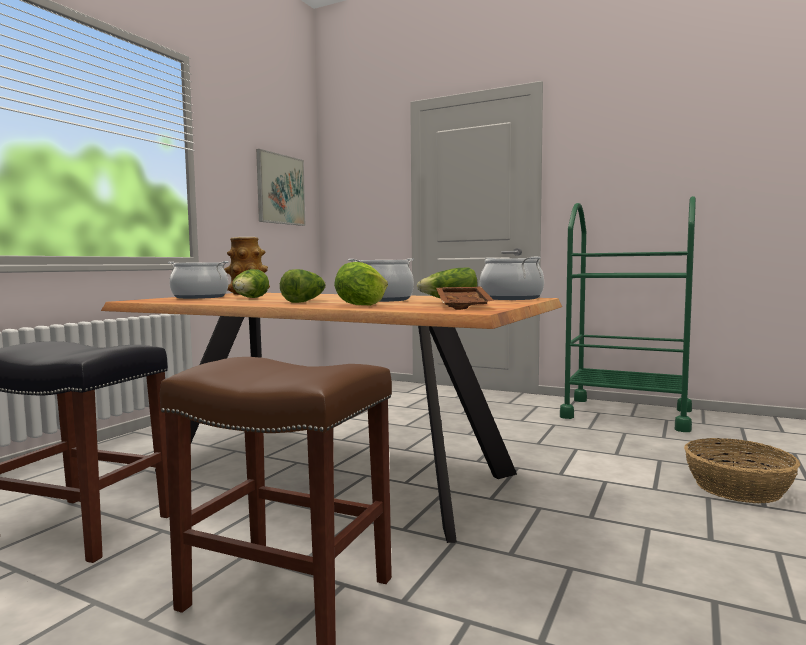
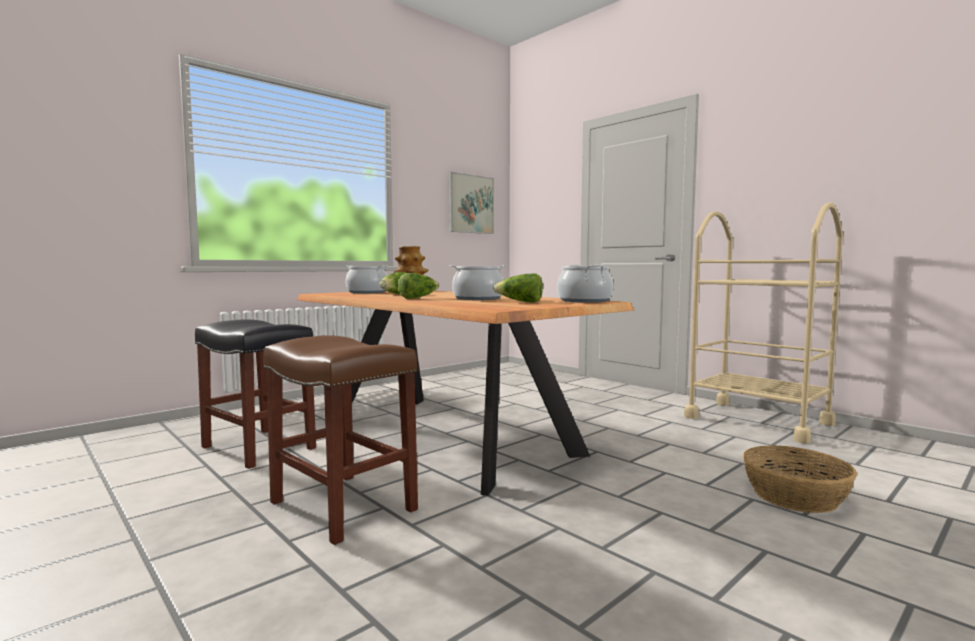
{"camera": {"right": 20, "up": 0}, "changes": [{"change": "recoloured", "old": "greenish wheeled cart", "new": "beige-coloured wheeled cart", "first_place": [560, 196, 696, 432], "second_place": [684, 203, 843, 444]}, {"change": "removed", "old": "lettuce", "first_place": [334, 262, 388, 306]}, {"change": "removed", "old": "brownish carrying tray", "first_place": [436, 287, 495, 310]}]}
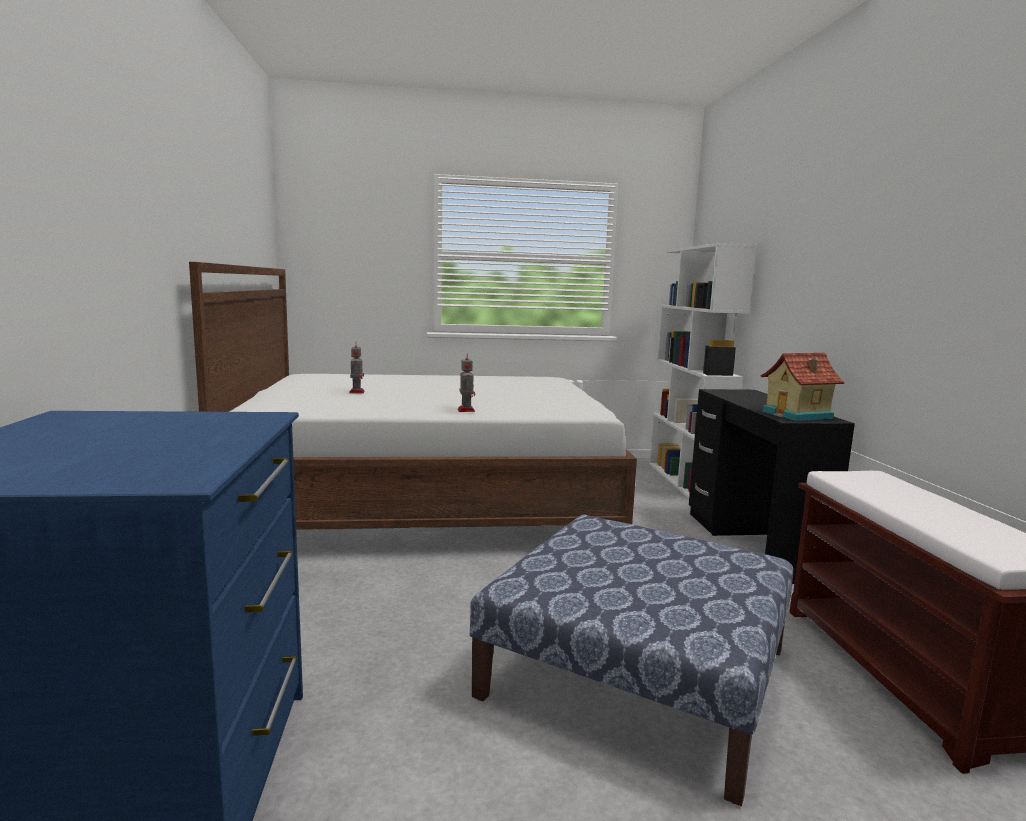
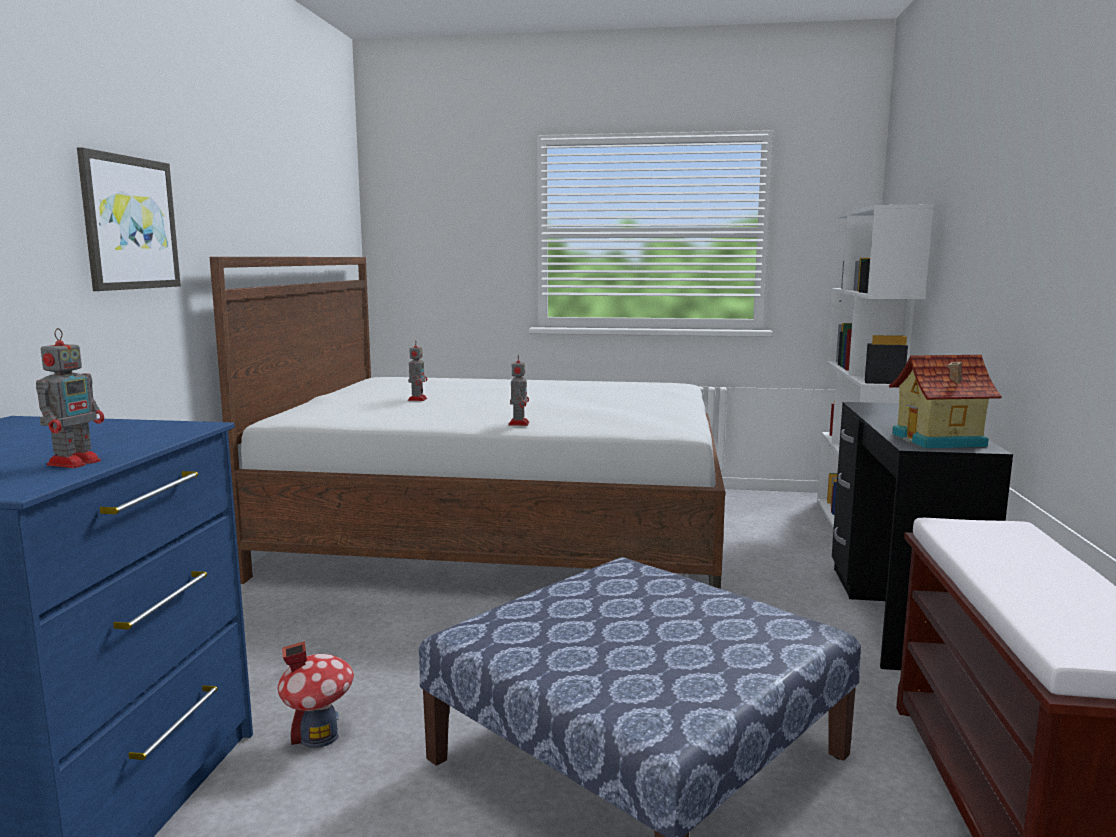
{"camera": {"right": 15, "up": 0}, "changes": [{"change": "added", "new": "model robot", "second_place": [36, 328, 104, 468]}, {"change": "added", "new": "wall picture", "second_place": [77, 147, 181, 291]}, {"change": "added", "new": "toy house", "second_place": [277, 641, 354, 748]}]}
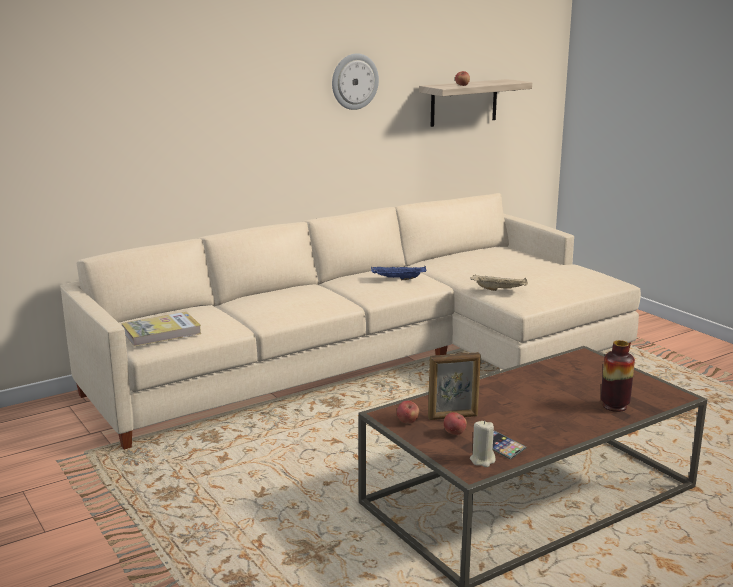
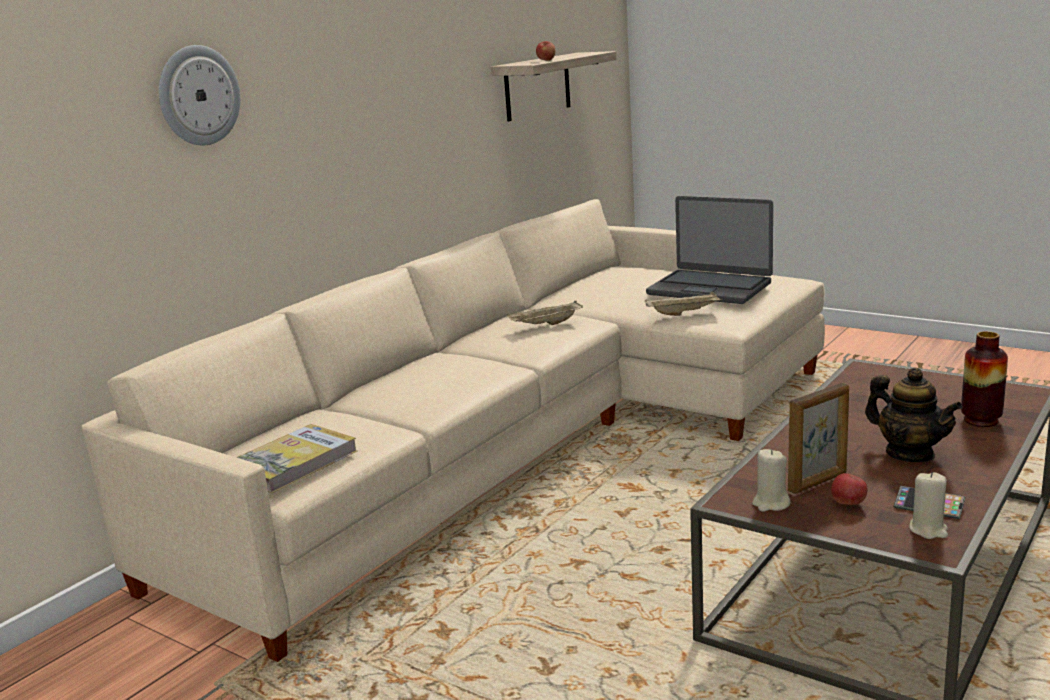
{"camera": {"right": -20, "up": 0}, "changes": [{"change": "moved", "old": "wall clock", "first_place": [332, 53, 379, 110], "second_place": [159, 45, 240, 145]}, {"change": "recoloured", "old": "blue carrying tray", "new": "beige-coloured carrying tray", "first_place": [371, 266, 426, 280], "second_place": [507, 300, 583, 325]}, {"change": "added", "new": "portable computer", "second_place": [646, 196, 773, 304]}, {"change": "replaced", "old": "whole apple", "new": "beige-coloured wax light", "first_place": [397, 401, 419, 423], "second_place": [752, 449, 790, 512]}, {"change": "added", "new": "teapot", "second_place": [865, 368, 963, 462]}]}
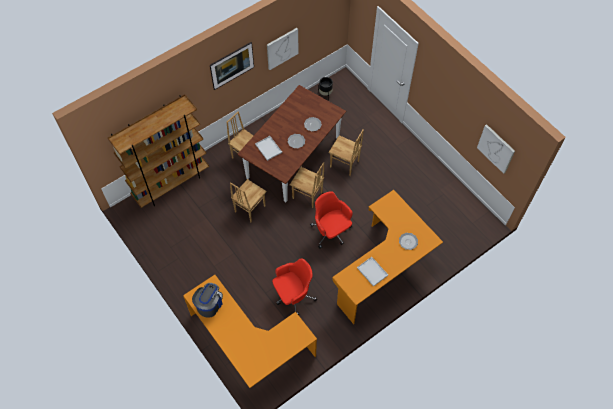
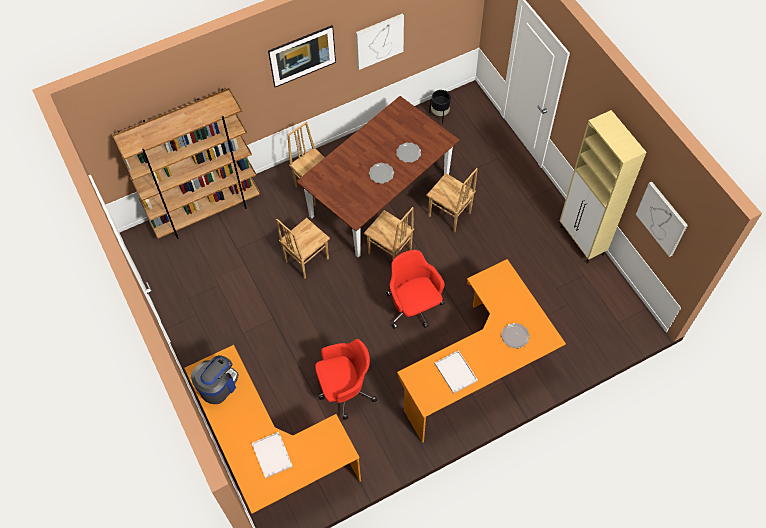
{"camera": {"right": 10, "up": 0}, "changes": [{"change": "moved", "old": "whitish carrying tray", "first_place": [255, 136, 282, 161], "second_place": [252, 432, 293, 478]}, {"change": "added", "new": "beige-coloured cupboard", "second_place": [560, 110, 647, 263]}]}
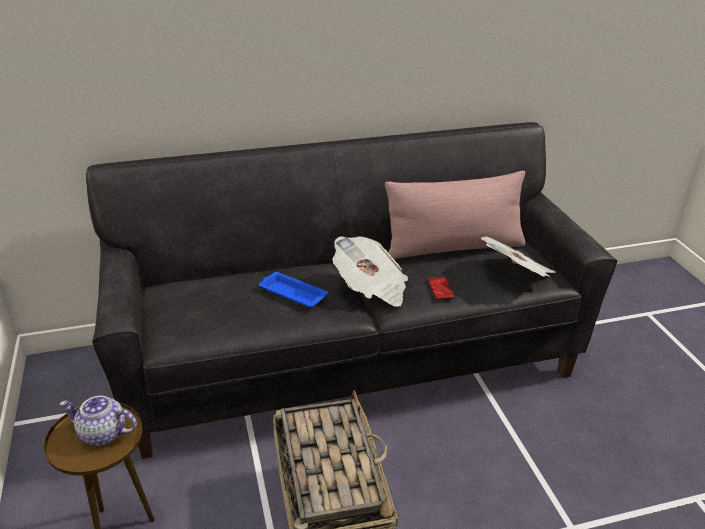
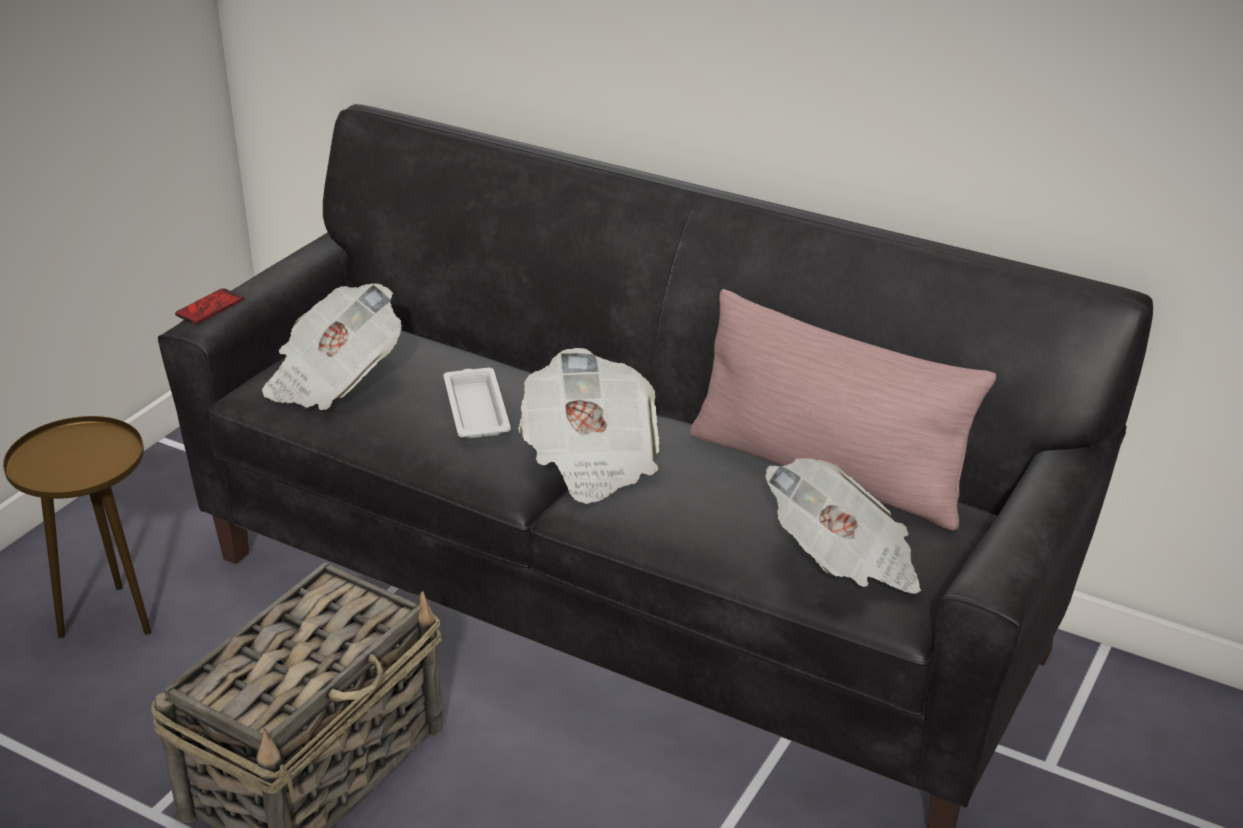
{"camera": {"right": 45, "up": 0}, "changes": [{"change": "moved", "old": "telephone", "first_place": [427, 276, 454, 300], "second_place": [175, 288, 244, 324]}, {"change": "added", "new": "daily paper", "second_place": [262, 283, 402, 410]}, {"change": "recoloured", "old": "blue carrying tray", "new": "whitish carrying tray", "first_place": [259, 272, 328, 307], "second_place": [443, 368, 511, 438]}, {"change": "removed", "old": "teapot", "first_place": [60, 396, 137, 446]}]}
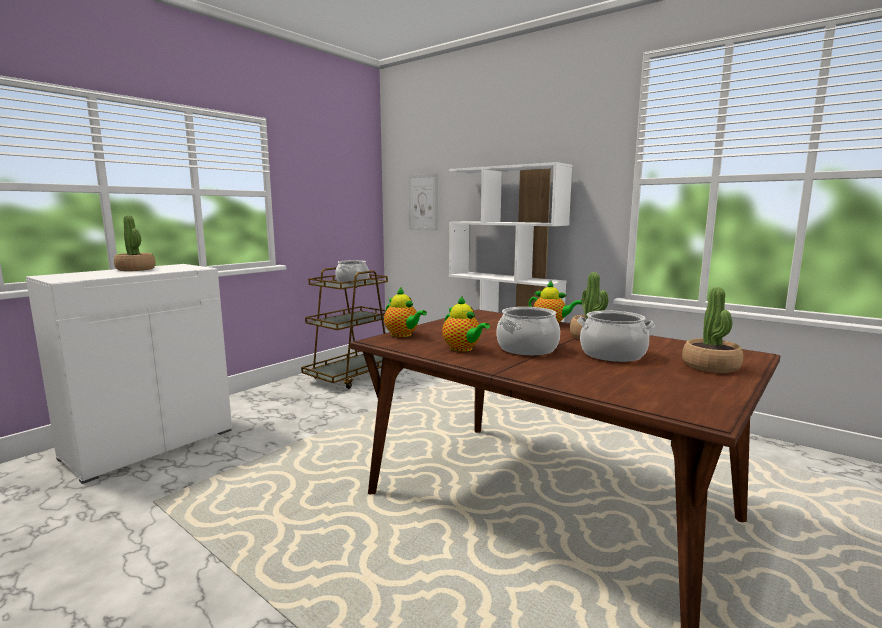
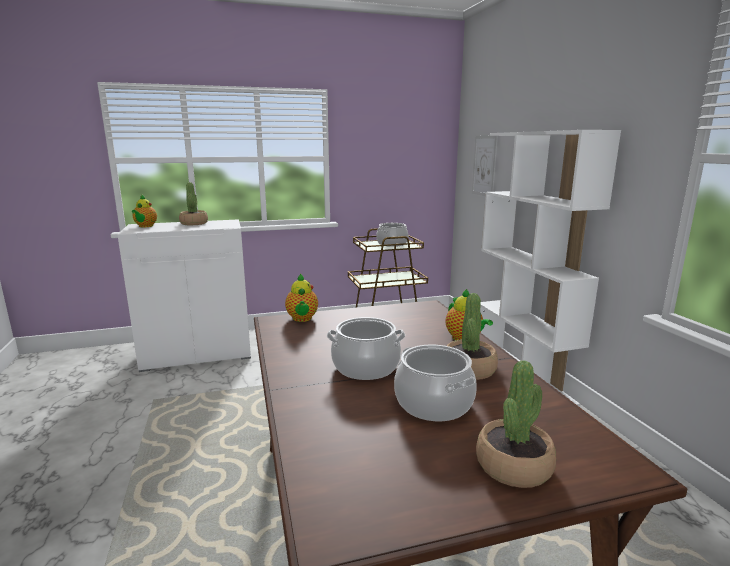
{"camera": {"right": 35, "up": 5}, "changes": [{"change": "moved", "old": "teapot", "first_place": [442, 296, 490, 352], "second_place": [132, 194, 157, 227]}]}
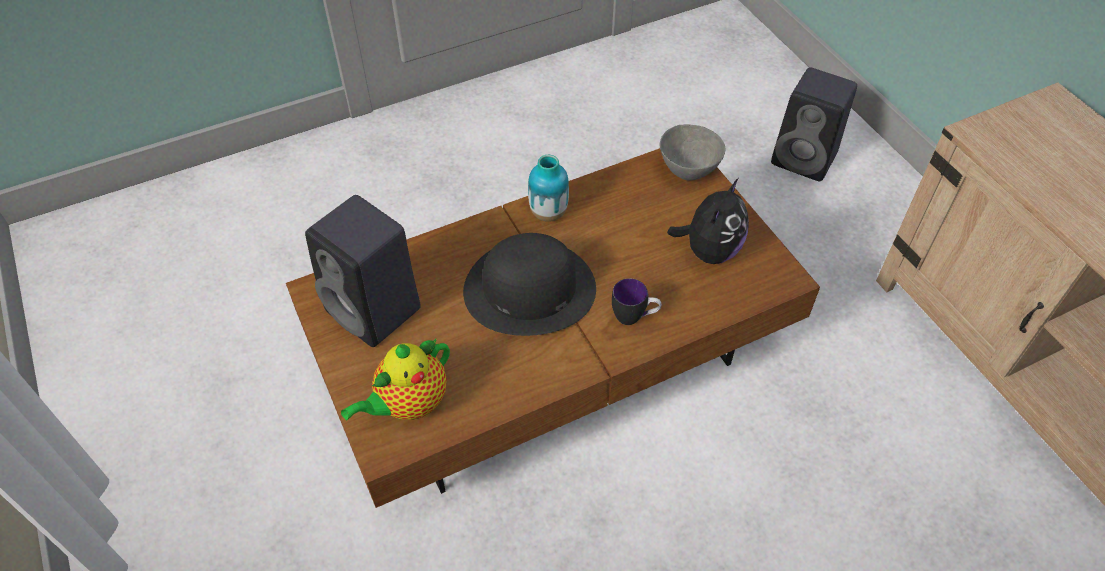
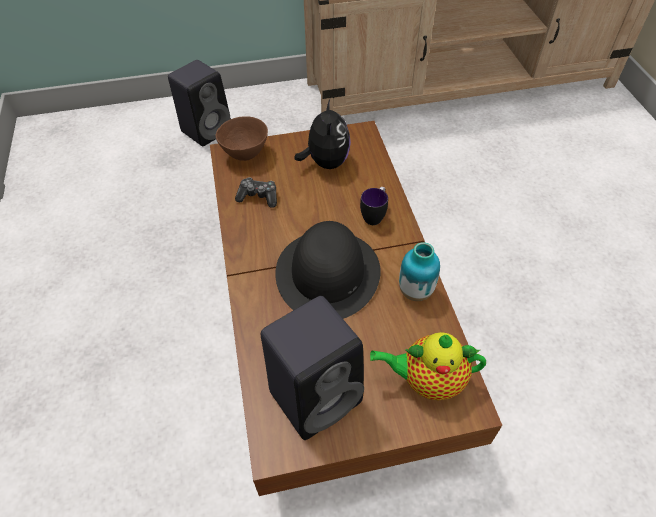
{"camera": {"right": -75, "up": 0}, "changes": [{"change": "recoloured", "old": "gray bowl", "new": "brownish bowl", "first_place": [660, 124, 725, 181], "second_place": [216, 116, 268, 161]}, {"change": "added", "new": "game controller", "second_place": [235, 177, 277, 208]}, {"change": "turned", "old": "plush toy", "first_place": [667, 178, 749, 264], "second_place": [294, 99, 351, 169], "degrees": 45}, {"change": "turned", "old": "teapot", "first_place": [341, 338, 450, 420], "second_place": [370, 332, 486, 400], "degrees": 120}, {"change": "moved", "old": "flower vase", "first_place": [528, 155, 569, 222], "second_place": [399, 242, 440, 301]}]}
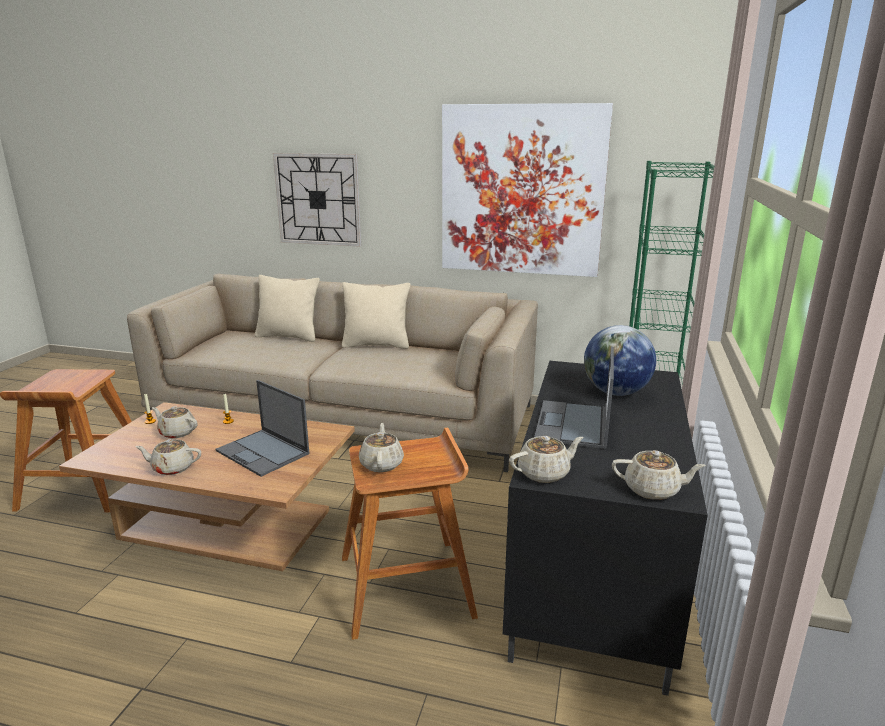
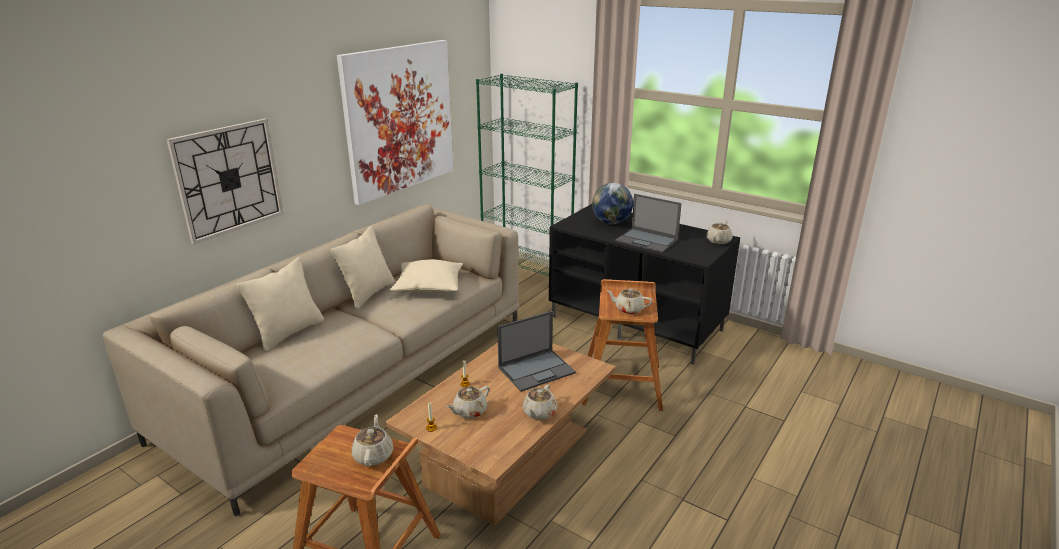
{"camera": {"right": -70, "up": 5}, "changes": [{"change": "moved", "old": "beige-coloured teapot", "first_place": [509, 436, 583, 483], "second_place": [352, 414, 393, 467]}, {"change": "added", "new": "beige-coloured pillow", "second_place": [390, 259, 463, 292]}]}
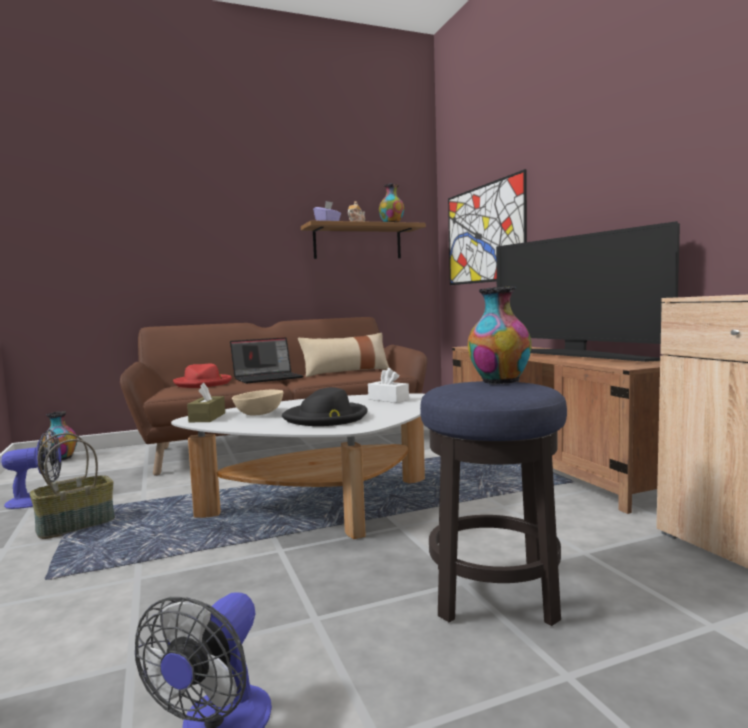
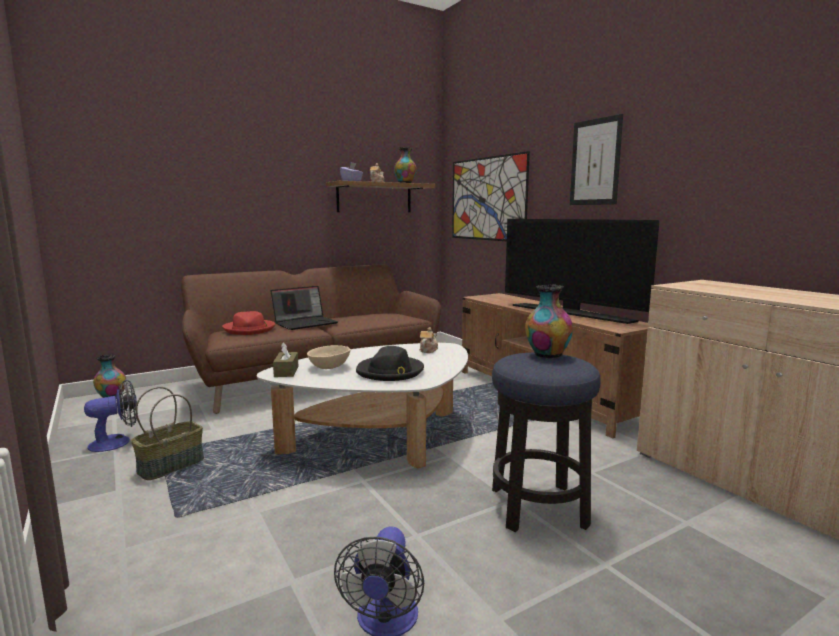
{"camera": {"right": -10, "up": 5}, "changes": [{"change": "replaced", "old": "whitish tissue holder", "new": "teapot", "first_place": [368, 368, 409, 403], "second_place": [420, 327, 438, 353]}, {"change": "added", "new": "wall picture", "second_place": [570, 114, 623, 205]}, {"change": "removed", "old": "beige-coloured pillow", "first_place": [298, 333, 389, 377]}]}
